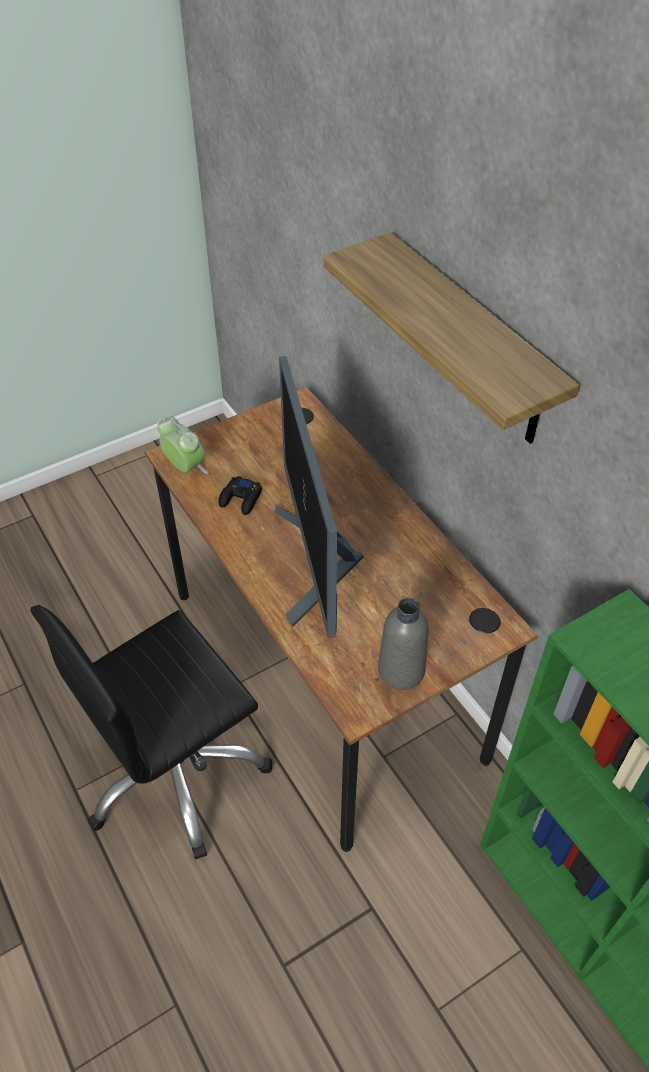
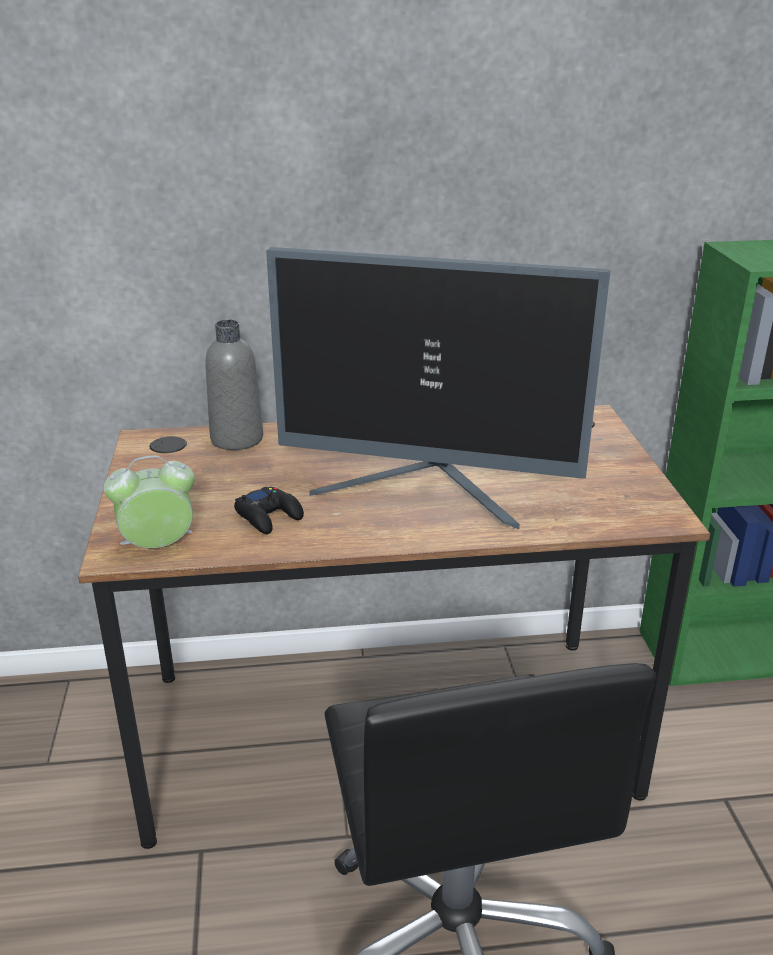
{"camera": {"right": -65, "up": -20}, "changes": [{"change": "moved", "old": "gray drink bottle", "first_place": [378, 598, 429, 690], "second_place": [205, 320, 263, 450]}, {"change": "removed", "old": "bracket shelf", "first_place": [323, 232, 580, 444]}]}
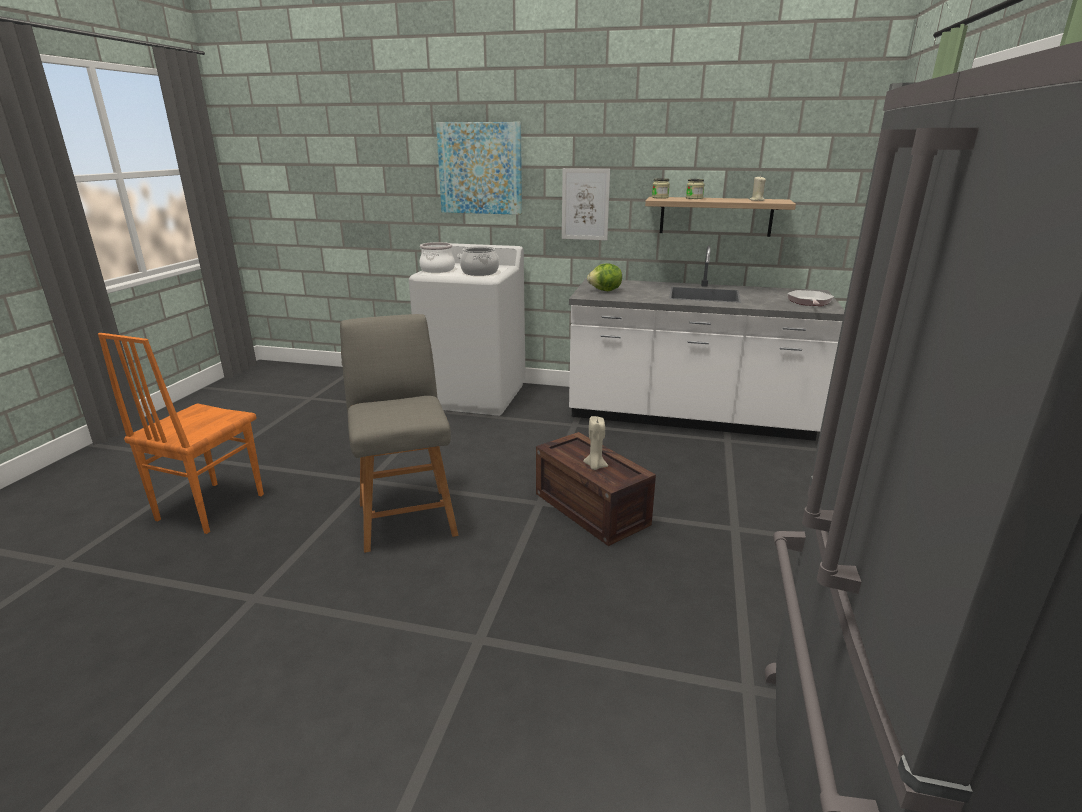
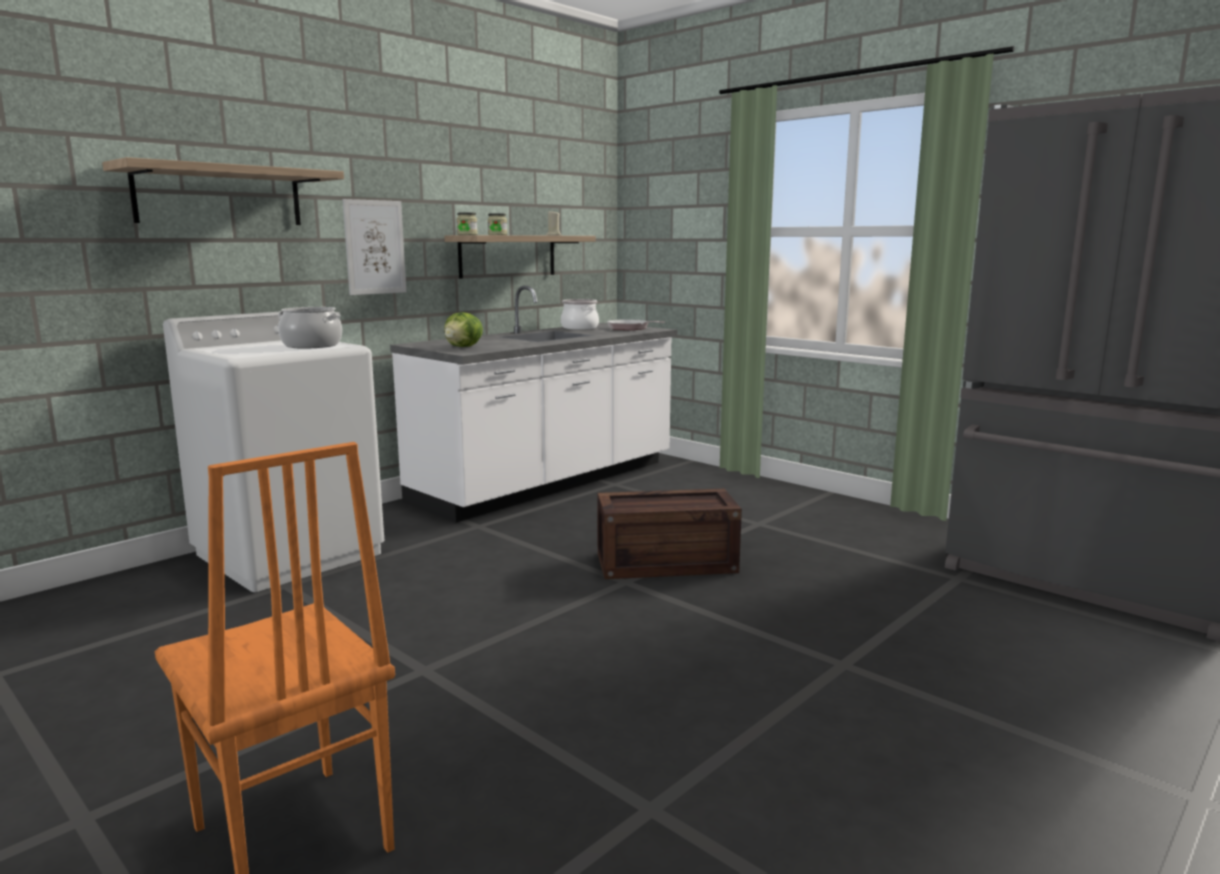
{"camera": {"right": -60, "up": -10}, "changes": [{"change": "replaced", "old": "wall picture", "new": "bracket shelf", "first_place": [436, 122, 522, 215], "second_place": [102, 157, 344, 225]}, {"change": "moved", "old": "saucepot", "first_place": [419, 242, 455, 273], "second_place": [561, 299, 599, 330]}, {"change": "removed", "old": "gray upright chair", "first_place": [340, 314, 458, 553]}, {"change": "removed", "old": "beige-coloured wax light", "first_place": [583, 416, 608, 470]}]}
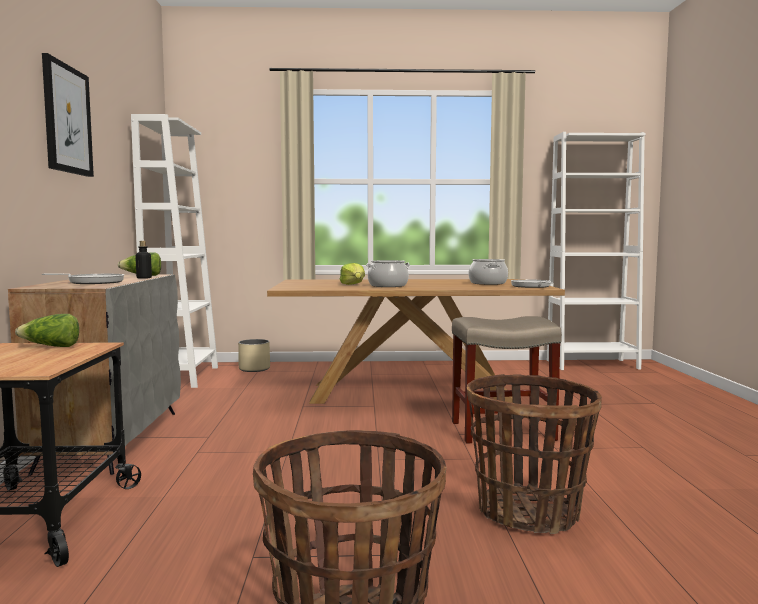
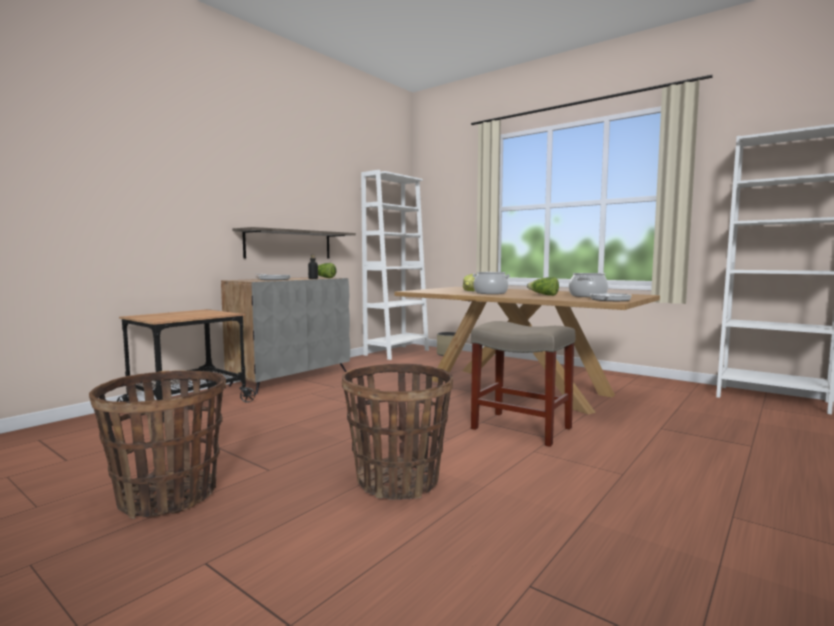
{"camera": {"right": 40, "up": 0}, "changes": [{"change": "added", "new": "bracket shelf", "second_place": [232, 227, 356, 259]}, {"change": "moved", "old": "lettuce", "first_place": [15, 314, 79, 347], "second_place": [527, 277, 559, 296]}, {"change": "removed", "old": "wall picture", "first_place": [42, 53, 94, 177]}]}
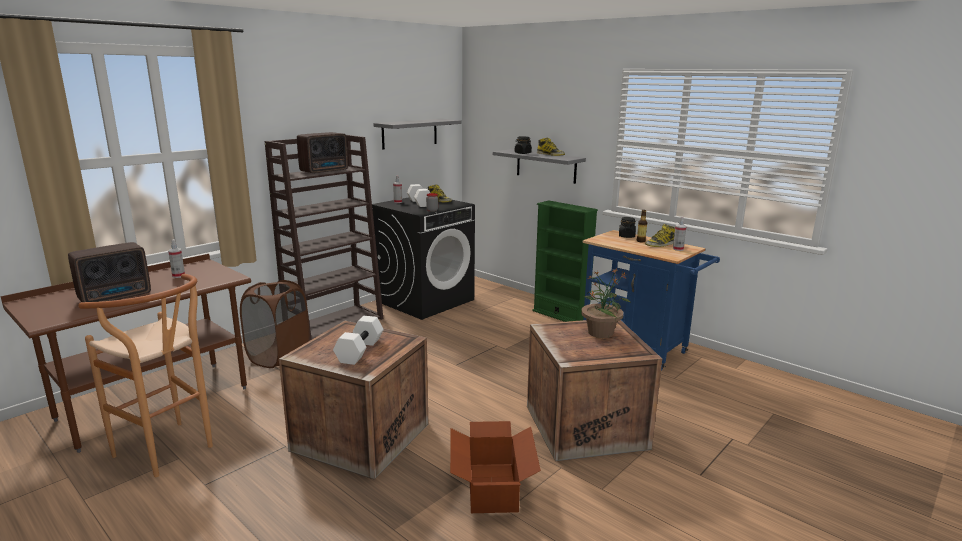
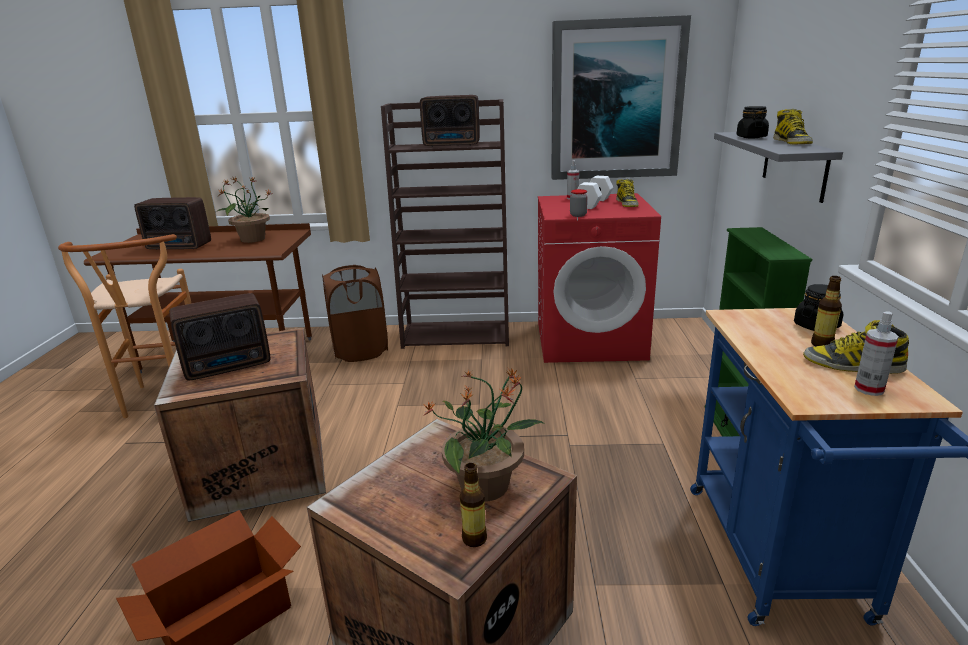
{"camera": {"right": 50, "up": 5}, "changes": [{"change": "replaced", "old": "whitish hand weight", "new": "radio set", "first_place": [333, 316, 384, 365], "second_place": [169, 293, 271, 381]}, {"change": "replaced", "old": "spray bottle", "new": "plant in a pot", "first_place": [168, 239, 185, 278], "second_place": [216, 177, 273, 243]}, {"change": "added", "new": "drink bottle", "second_place": [460, 463, 487, 547]}, {"change": "recoloured", "old": "black-coloured washing machine", "new": "red washing machine", "first_place": [372, 197, 475, 320], "second_place": [538, 193, 661, 363]}, {"change": "replaced", "old": "gray bracket shelf", "new": "wall picture", "first_place": [373, 119, 462, 149], "second_place": [551, 15, 691, 180]}]}
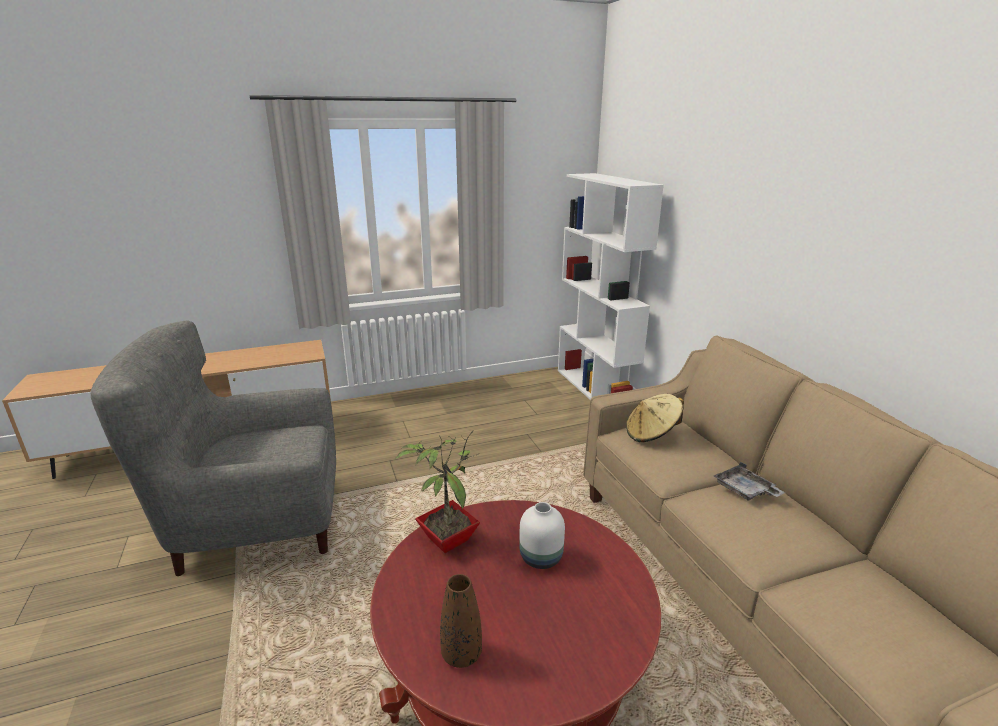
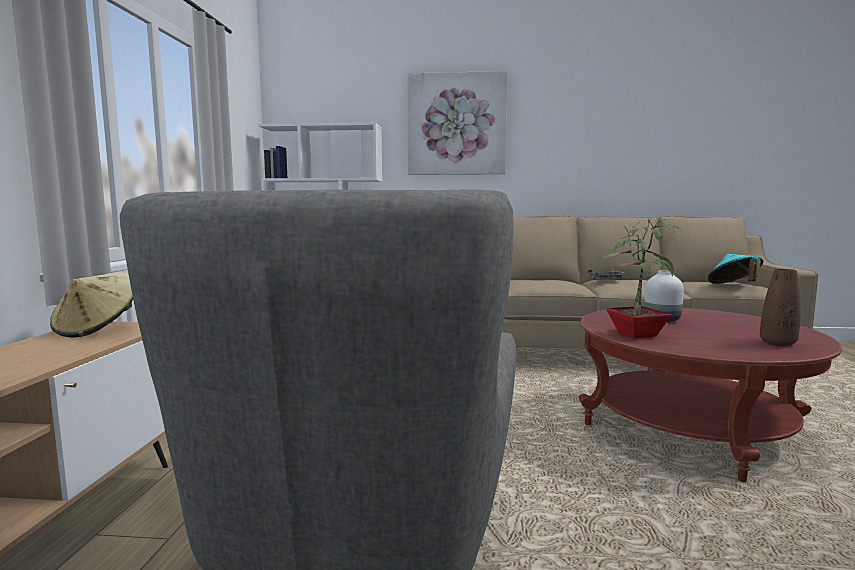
{"camera": {"right": -65, "up": -15}, "changes": [{"change": "moved", "old": "beige-coloured clothing hat", "first_place": [626, 394, 684, 442], "second_place": [50, 272, 133, 337]}, {"change": "added", "new": "wall picture", "second_place": [408, 71, 508, 175]}, {"change": "added", "new": "blue-green clothing hat", "second_place": [708, 254, 764, 284]}]}
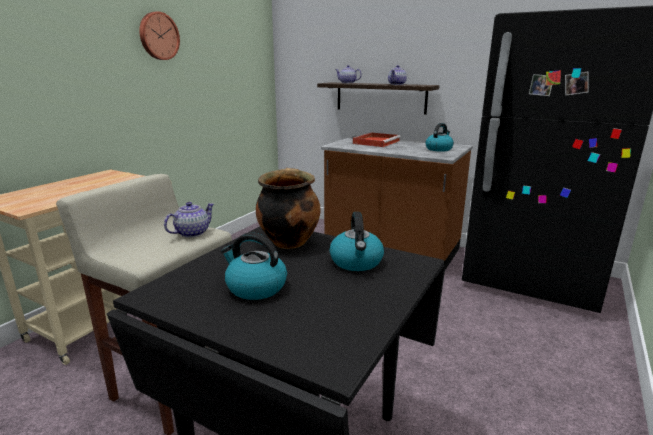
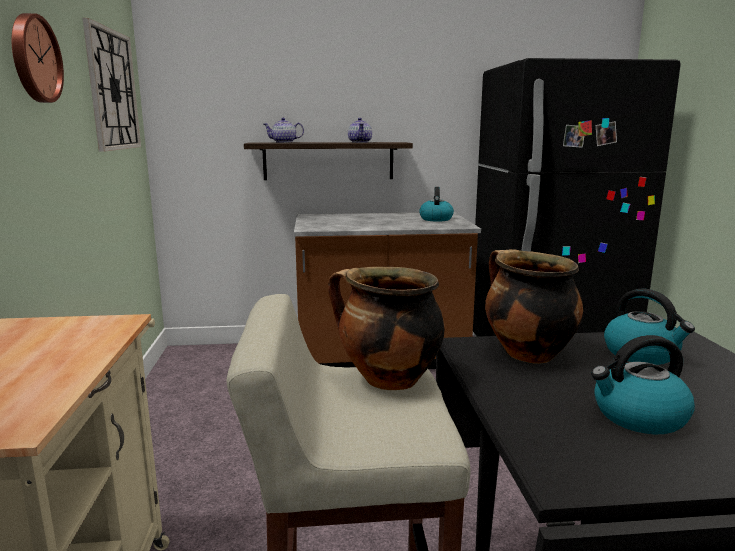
{"camera": {"right": -35, "up": -5}, "changes": [{"change": "added", "new": "wall clock", "second_place": [83, 18, 141, 152]}, {"change": "replaced", "old": "teapot", "new": "saucepot", "first_place": [164, 202, 214, 238], "second_place": [328, 267, 445, 390]}, {"change": "removed", "old": "red carrying tray", "first_place": [353, 133, 401, 147]}]}
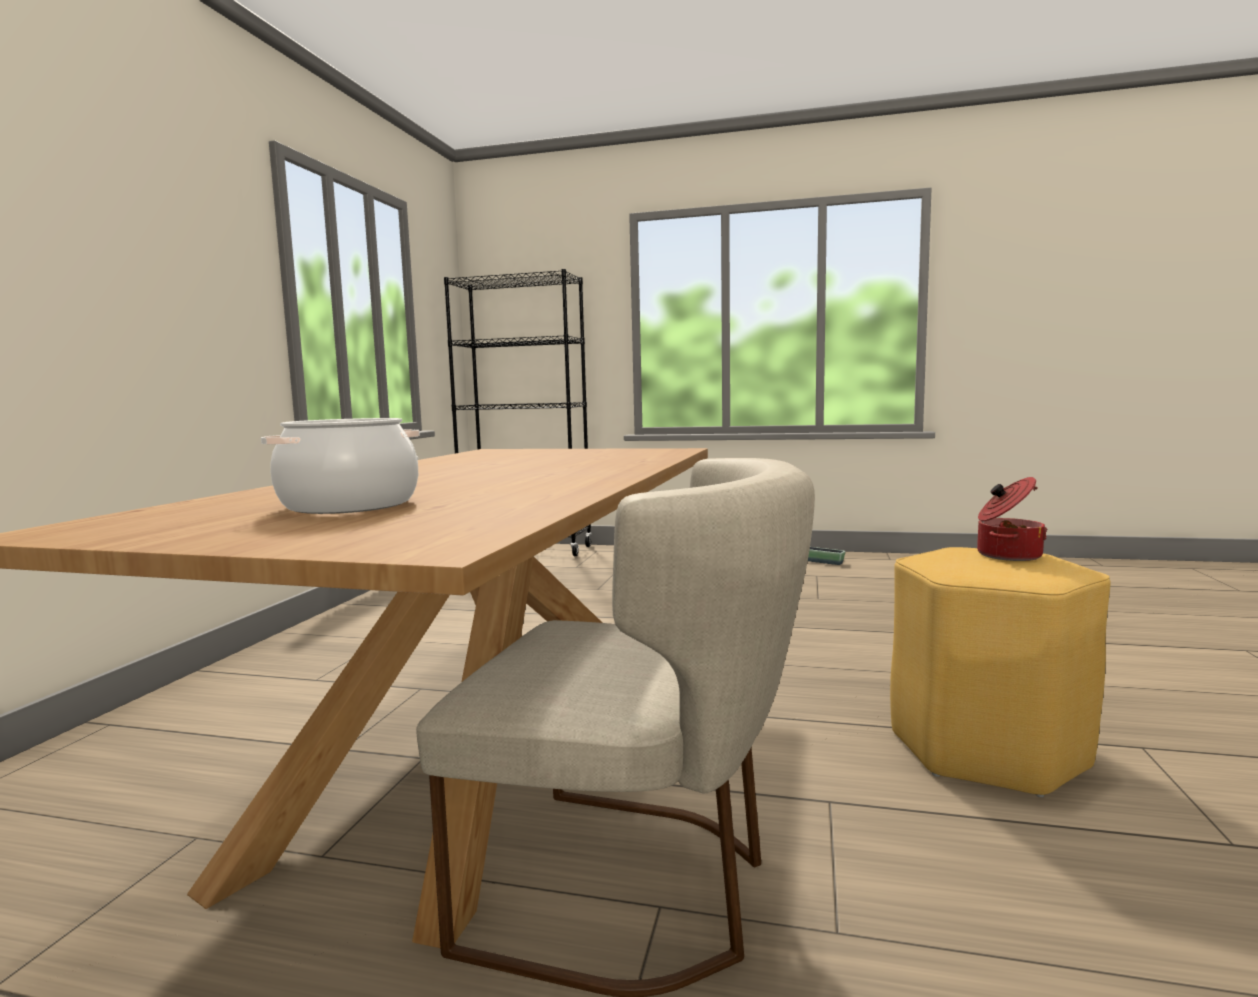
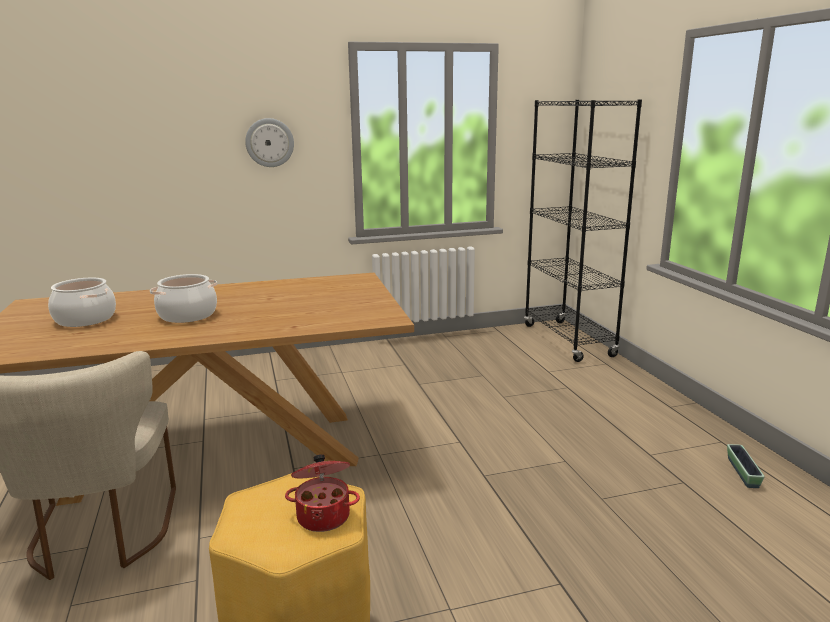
{"camera": {"right": 60, "up": 10}, "changes": [{"change": "added", "new": "saucepot", "second_place": [150, 274, 217, 323]}, {"change": "added", "new": "wall clock", "second_place": [245, 118, 294, 167]}]}
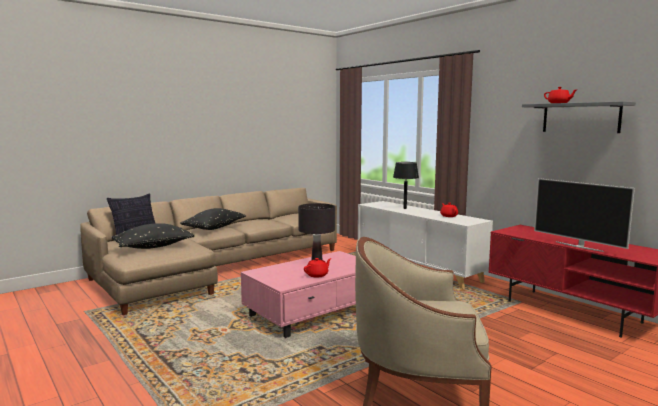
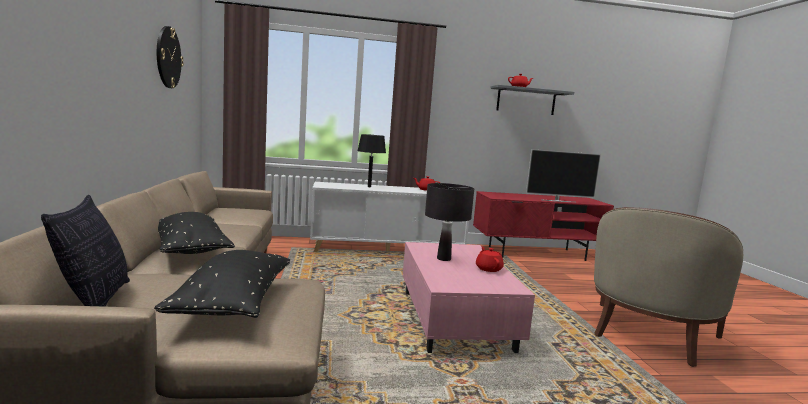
{"camera": {"right": -60, "up": 0}, "changes": [{"change": "added", "new": "wall clock", "second_place": [157, 26, 183, 88]}]}
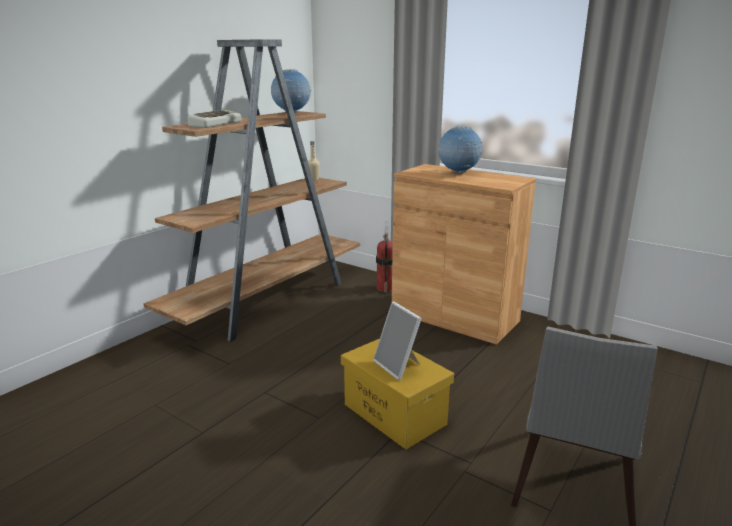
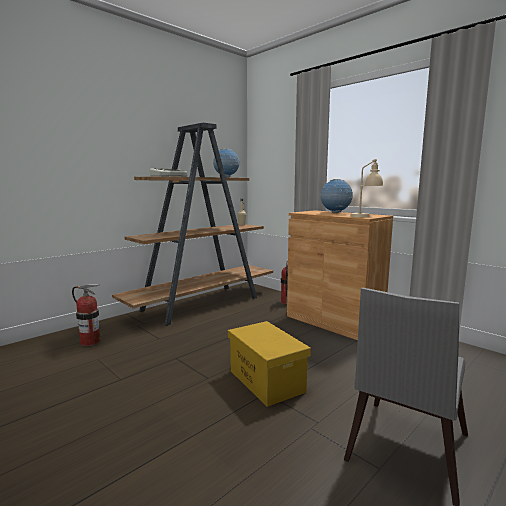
{"camera": {"right": 10, "up": -10}, "changes": [{"change": "added", "new": "fire-fighting cylinder", "second_place": [72, 284, 100, 346]}, {"change": "added", "new": "beige-coloured lamp for a table", "second_place": [350, 159, 384, 217]}, {"change": "removed", "old": "picture frame", "first_place": [373, 302, 422, 380]}]}
